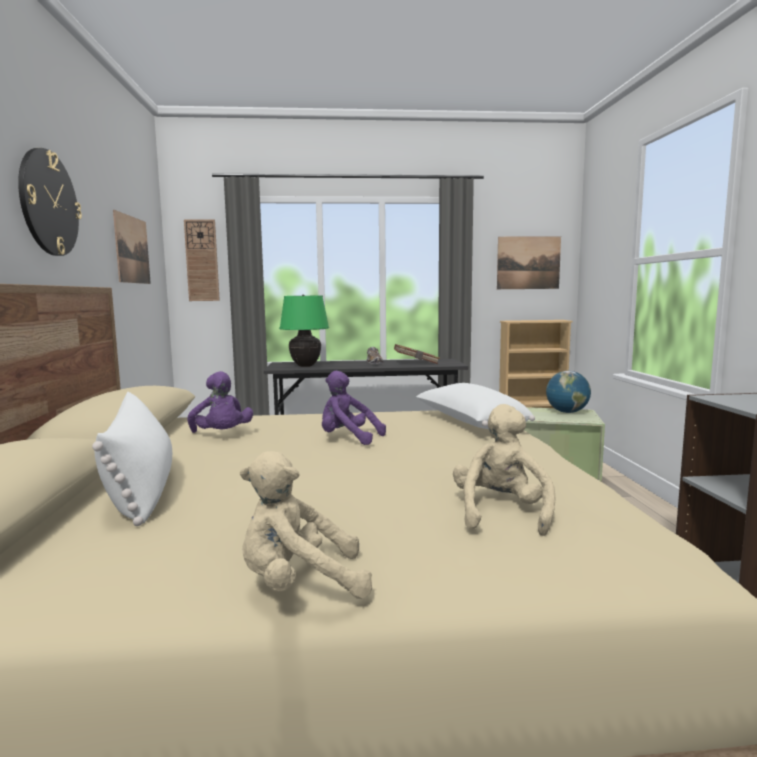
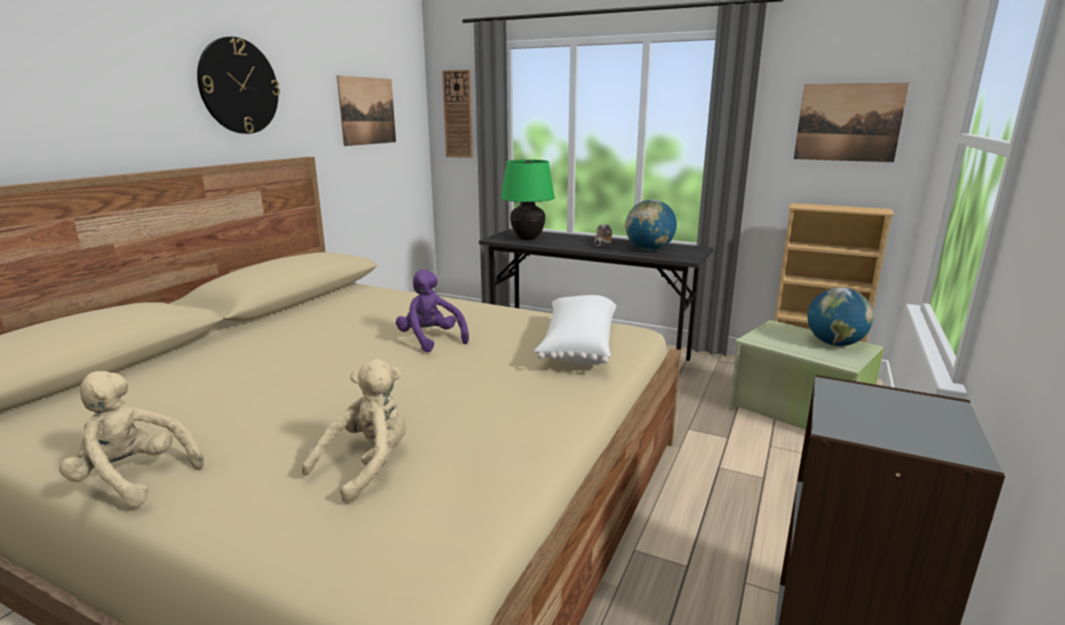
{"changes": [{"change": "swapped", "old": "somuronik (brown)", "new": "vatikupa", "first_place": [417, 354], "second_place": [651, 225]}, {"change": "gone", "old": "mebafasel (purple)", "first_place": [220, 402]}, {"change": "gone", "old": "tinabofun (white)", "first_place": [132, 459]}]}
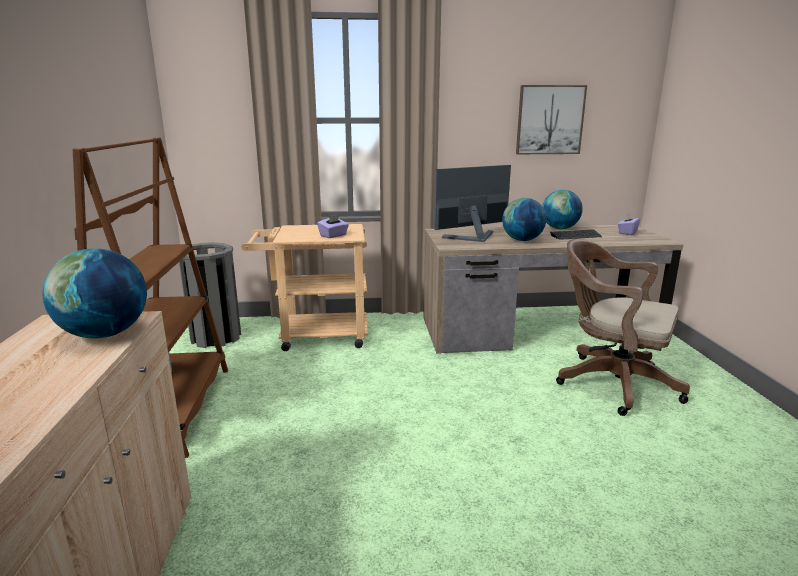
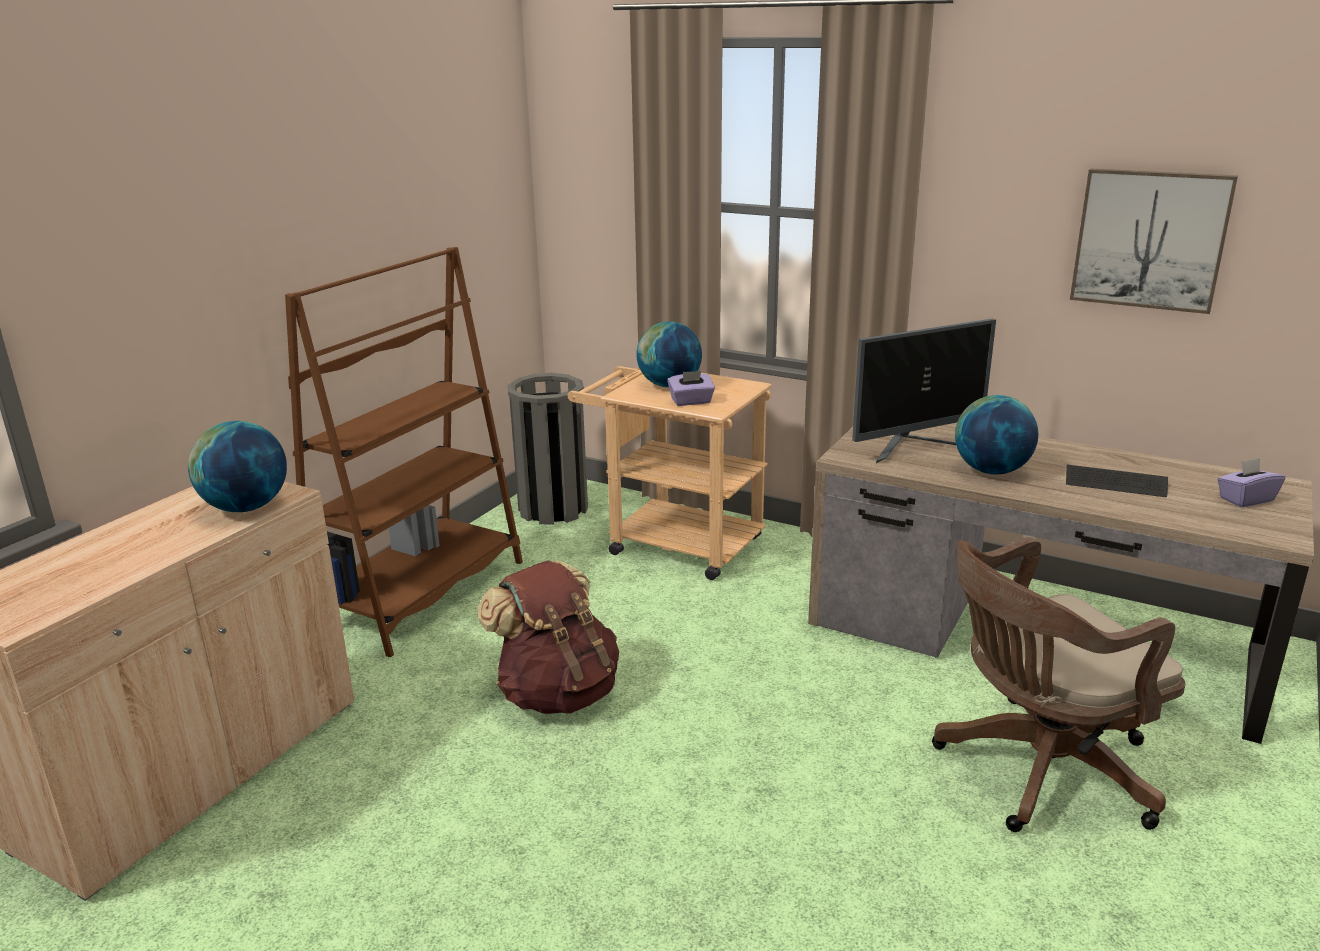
{"changes": [{"change": "rotated", "old": "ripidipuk", "first_place": [472, 203], "second_place": [924, 391], "degrees": 150}, {"change": "shifted", "old": "vatikupa", "first_place": [562, 209], "second_place": [669, 354]}, {"change": "rotated", "old": "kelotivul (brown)", "first_place": [623, 327], "second_place": [1059, 684], "degrees": -90}, {"change": "new", "new": "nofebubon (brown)", "second_place": [548, 637]}]}
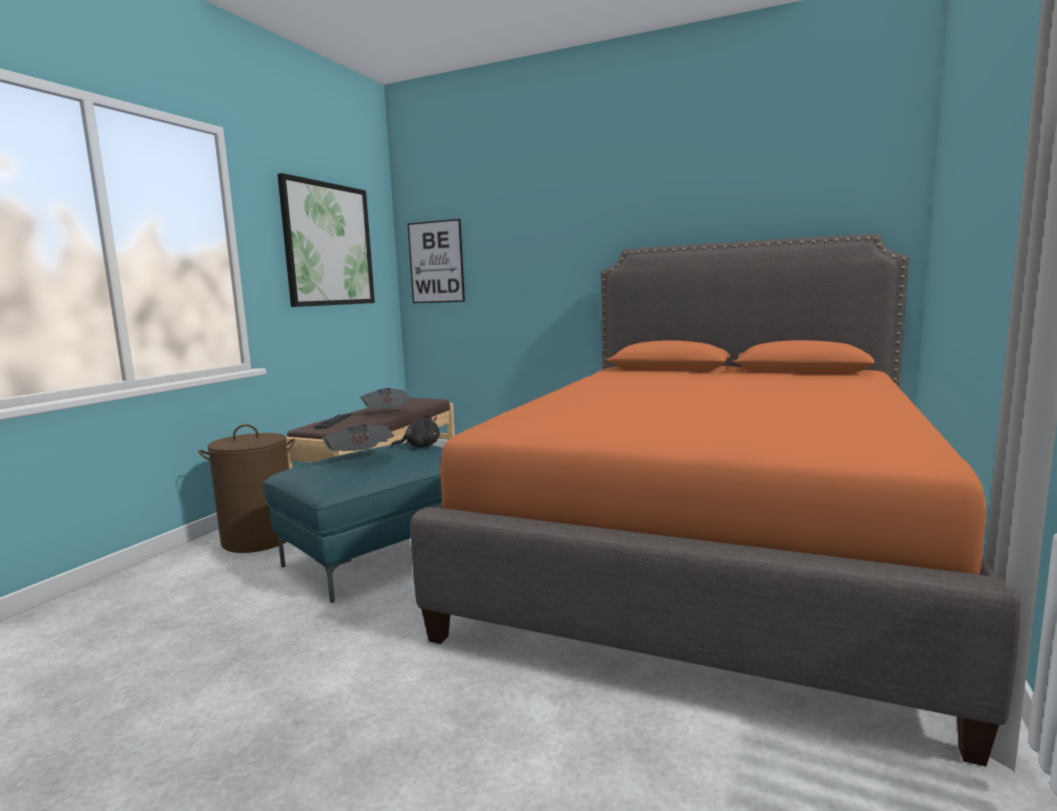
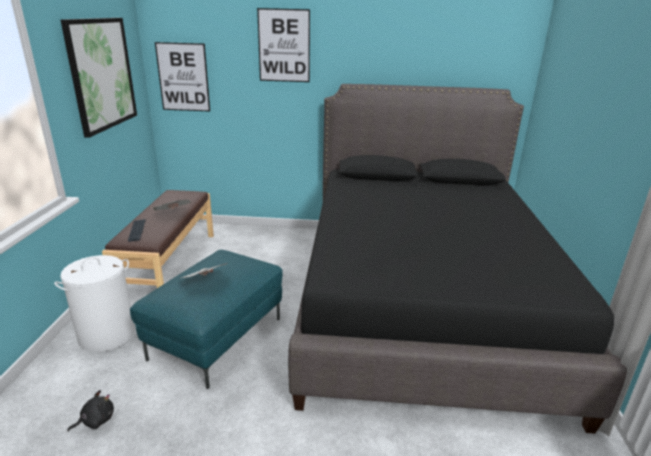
{"changes": [{"change": "repainted", "old": "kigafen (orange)", "new": "kigafen (black)", "first_place": [716, 500], "second_place": [457, 259]}, {"change": "shifted", "old": "mebafasel (black)", "first_place": [415, 431], "second_place": [90, 411]}, {"change": "repainted", "old": "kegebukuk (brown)", "new": "kegebukuk (white)", "first_place": [246, 488], "second_place": [94, 303]}, {"change": "new", "new": "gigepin", "second_place": [283, 45]}]}
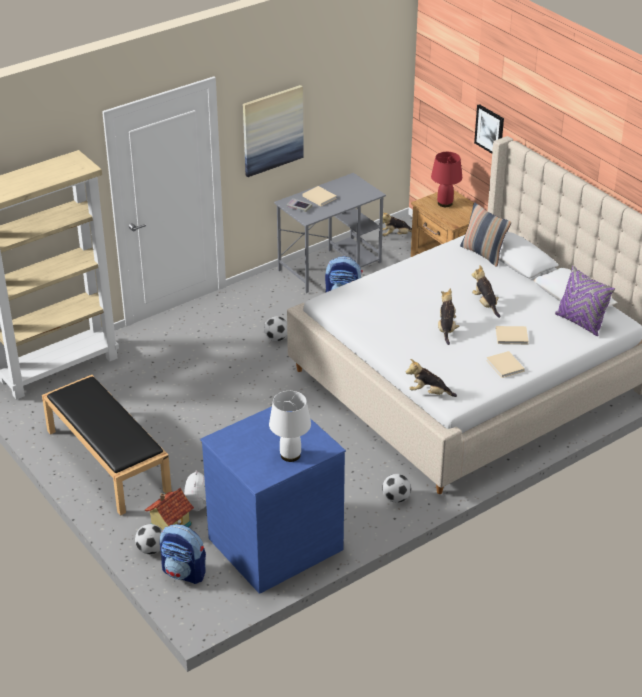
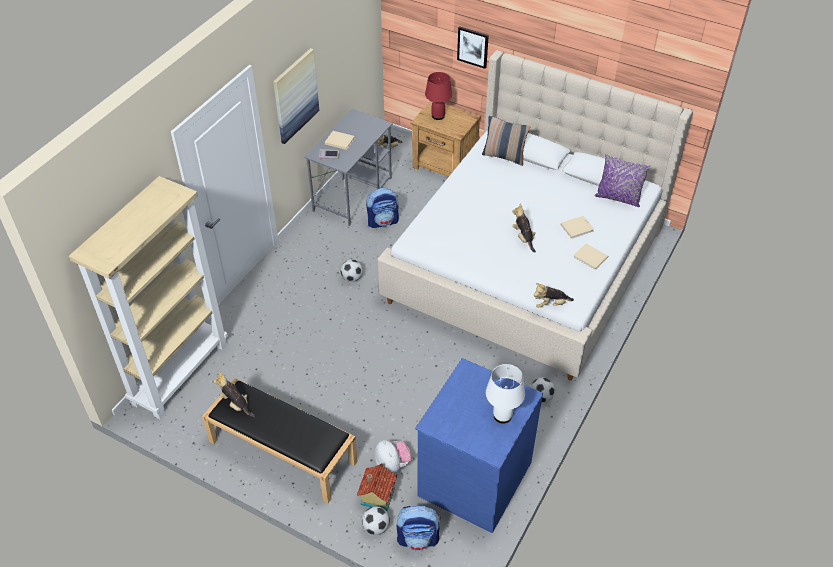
{"changes": [{"change": "shifted", "old": "mebafasel", "first_place": [486, 291], "second_place": [234, 394]}]}
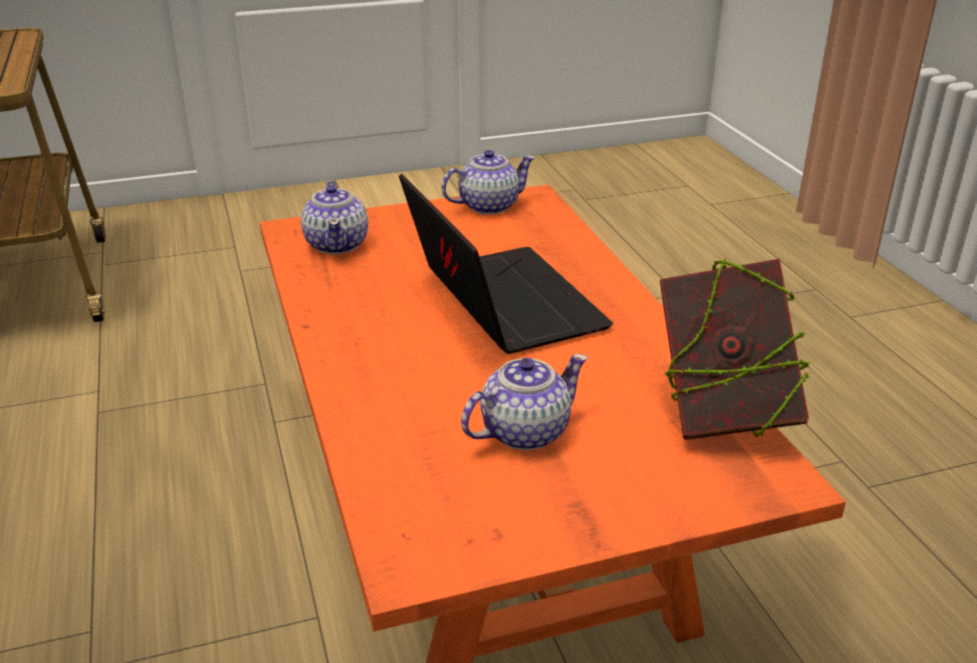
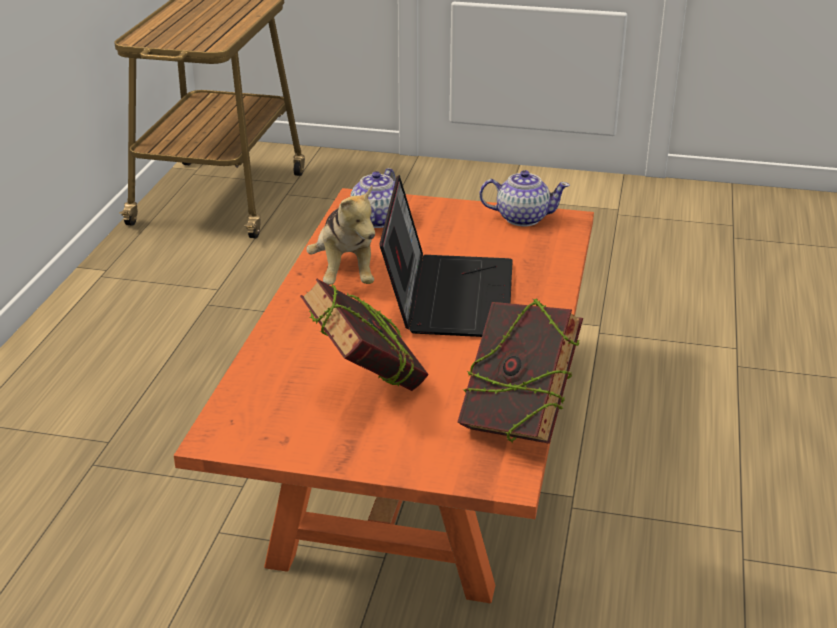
{"changes": [{"change": "swapped", "old": "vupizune", "new": "somuronik", "first_place": [524, 402], "second_place": [364, 335]}, {"change": "new", "new": "mebafasel", "second_place": [340, 235]}]}
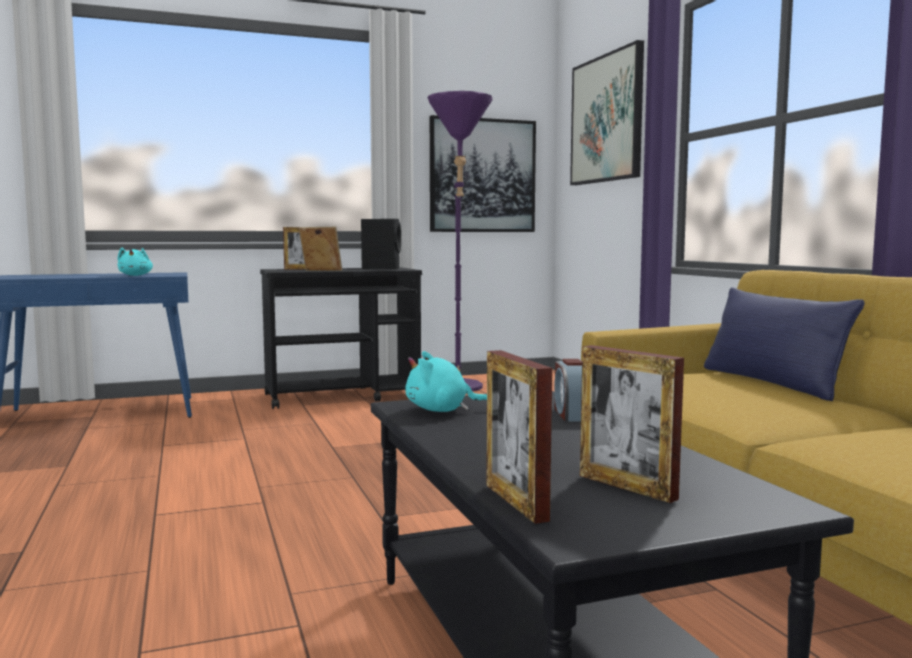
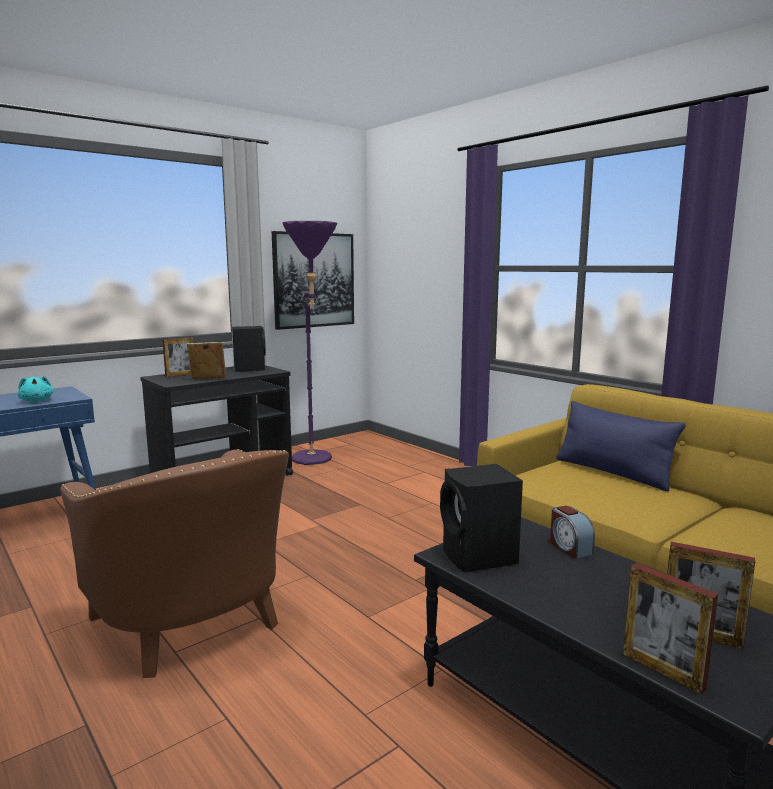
{"changes": [{"change": "gone", "old": "gigepin", "first_place": [607, 112]}, {"change": "swapped", "old": "mebafasel (turquoise)", "new": "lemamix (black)", "first_place": [446, 381], "second_place": [481, 518]}, {"change": "new", "new": "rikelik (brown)", "second_place": [174, 563]}]}
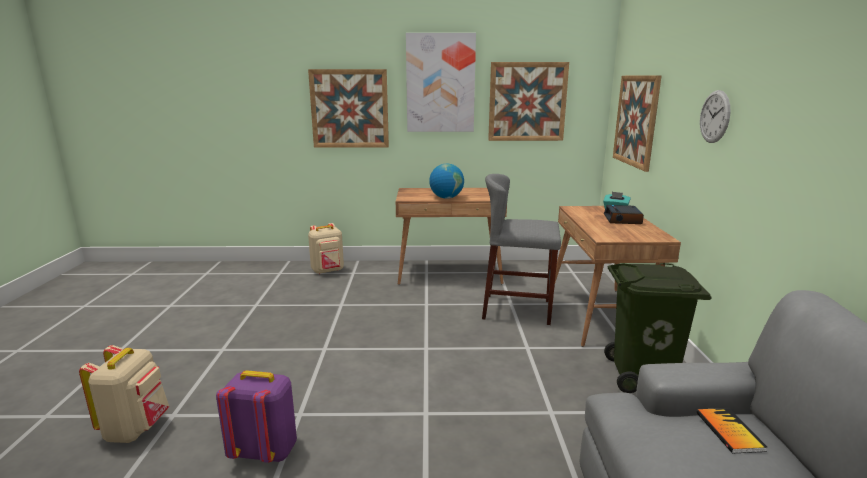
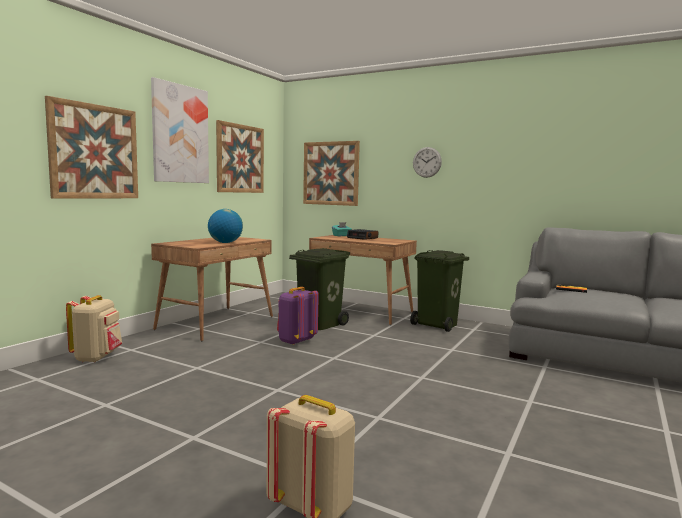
{"changes": [{"change": "swapped", "old": "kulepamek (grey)", "new": "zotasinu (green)", "first_place": [521, 249], "second_place": [319, 289]}, {"change": "shifted", "old": "nofebubon (purple)", "first_place": [256, 416], "second_place": [298, 316]}]}
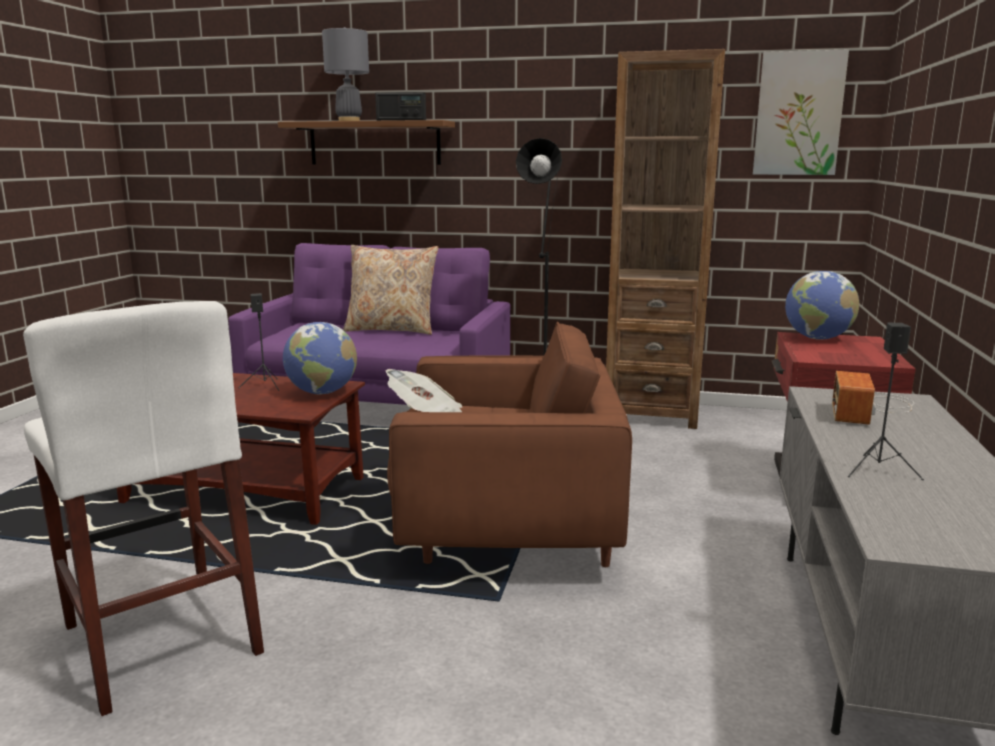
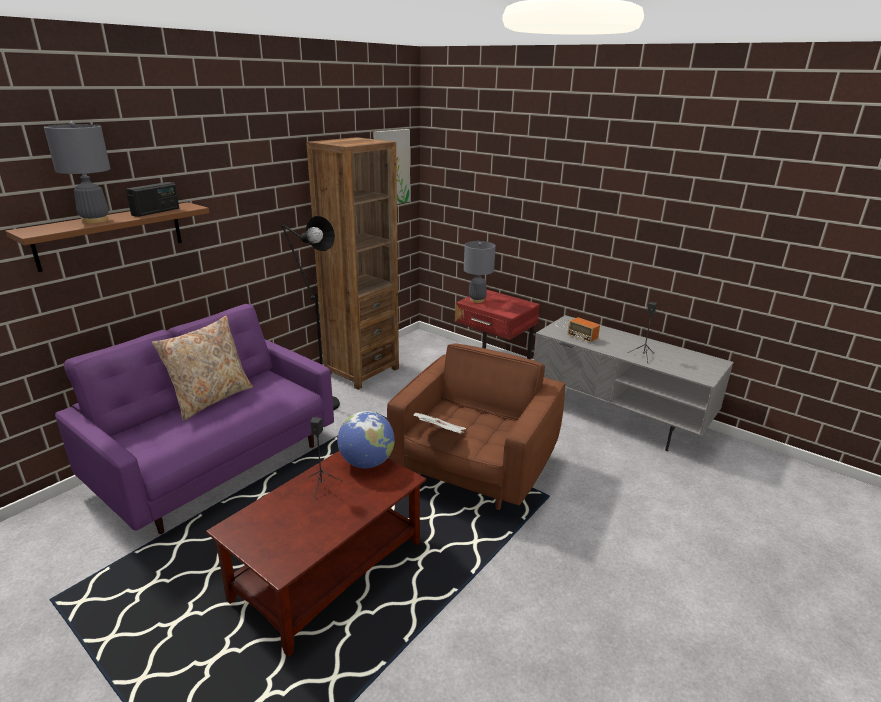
{"changes": [{"change": "swapped", "old": "vatikupa", "new": "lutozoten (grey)", "first_place": [822, 305], "second_place": [480, 272]}, {"change": "gone", "old": "kulepamek (white)", "first_place": [143, 508]}]}
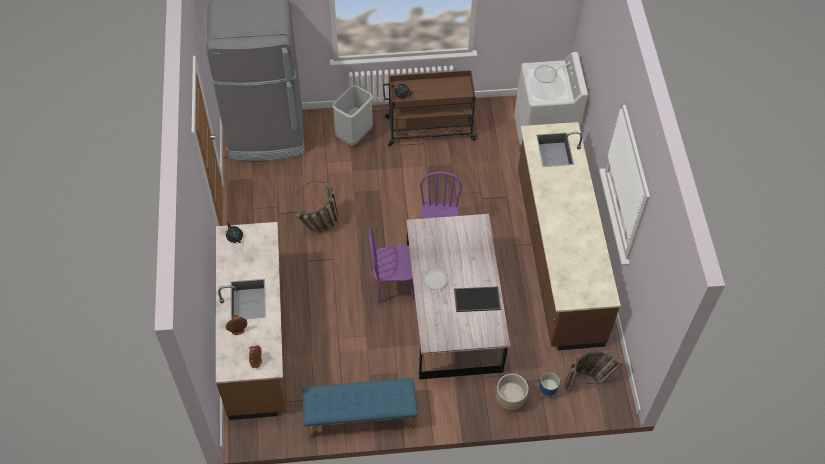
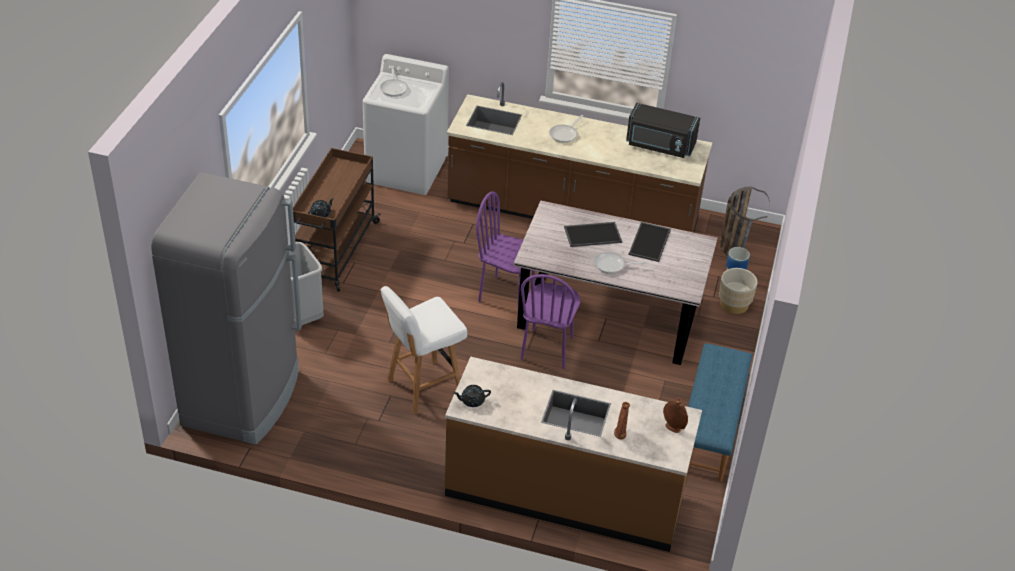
{"changes": [{"change": "swapped", "old": "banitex", "new": "kulepamek (white)", "first_place": [315, 206], "second_place": [423, 350]}, {"change": "new", "new": "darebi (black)", "second_place": [663, 130]}, {"change": "new", "new": "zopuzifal", "second_place": [566, 129]}, {"change": "new", "new": "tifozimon", "second_place": [593, 234]}]}
